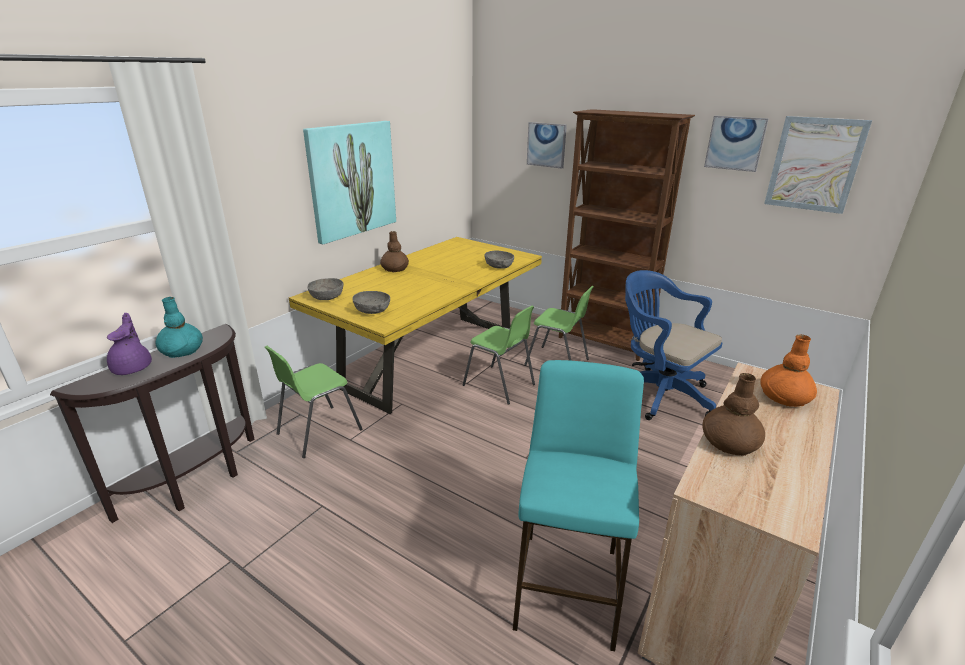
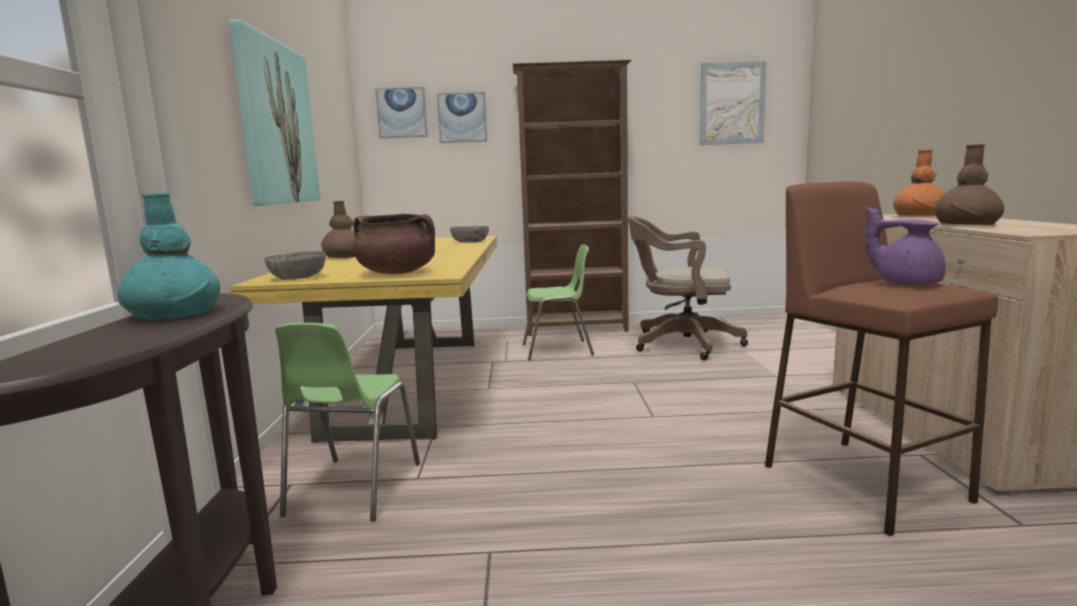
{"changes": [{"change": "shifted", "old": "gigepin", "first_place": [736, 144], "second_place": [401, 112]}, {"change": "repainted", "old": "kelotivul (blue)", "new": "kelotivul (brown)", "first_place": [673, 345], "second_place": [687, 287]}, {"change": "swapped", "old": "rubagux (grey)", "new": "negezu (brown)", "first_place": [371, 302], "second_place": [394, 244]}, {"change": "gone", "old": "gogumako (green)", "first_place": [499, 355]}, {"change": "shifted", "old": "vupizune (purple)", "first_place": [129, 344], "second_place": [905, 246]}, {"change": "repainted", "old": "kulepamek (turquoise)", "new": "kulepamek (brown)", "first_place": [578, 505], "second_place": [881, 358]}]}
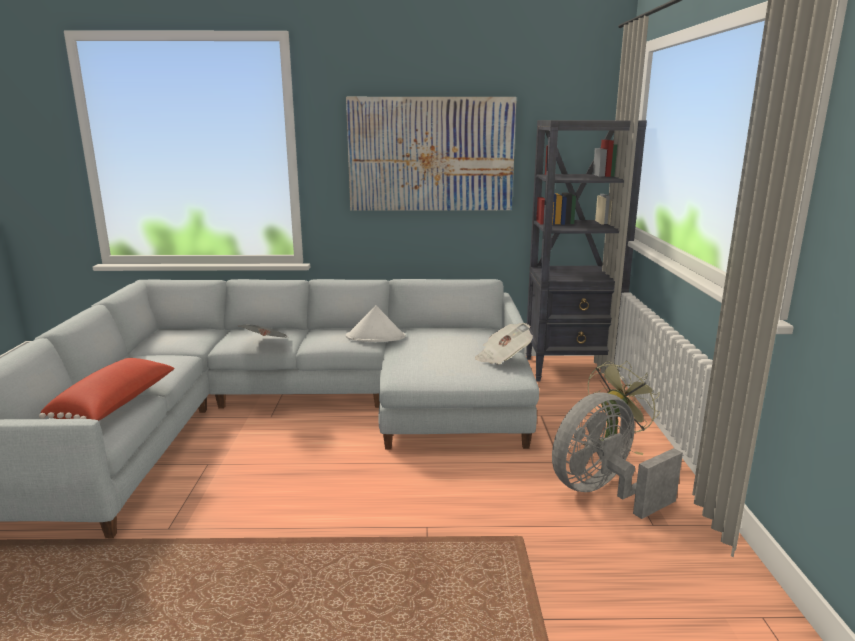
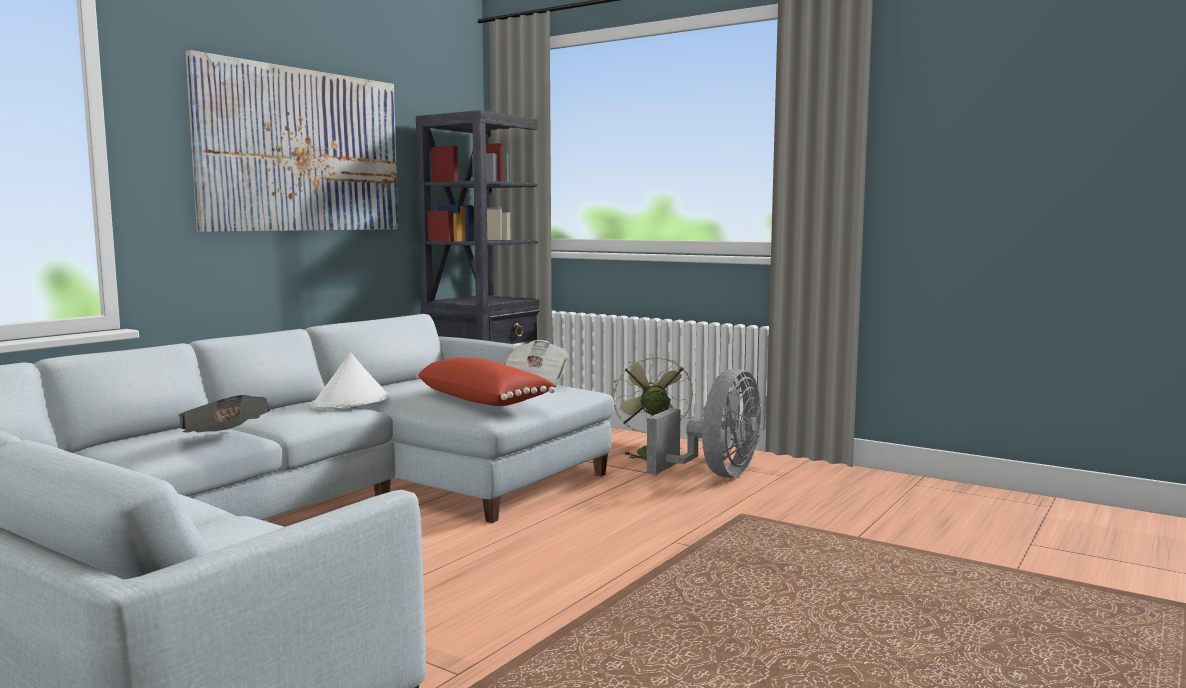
{"changes": [{"change": "shifted", "old": "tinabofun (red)", "first_place": [107, 389], "second_place": [486, 381]}, {"change": "rotated", "old": "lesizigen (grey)", "first_place": [617, 456], "second_place": [704, 423], "degrees": -150}]}
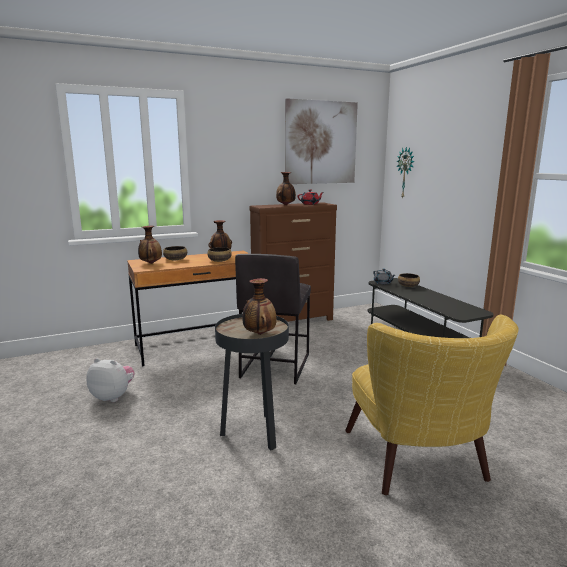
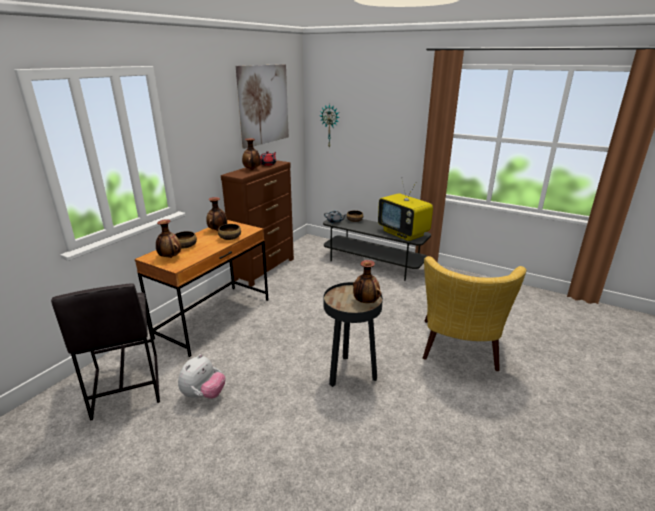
{"changes": [{"change": "shifted", "old": "kulepamek (grey)", "first_place": [273, 319], "second_place": [105, 352]}, {"change": "rotated", "old": "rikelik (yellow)", "first_place": [432, 405], "second_place": [475, 313], "degrees": 60}, {"change": "rotated", "old": "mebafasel", "first_place": [110, 380], "second_place": [202, 376], "degrees": 135}, {"change": "new", "new": "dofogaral", "second_place": [405, 209]}]}
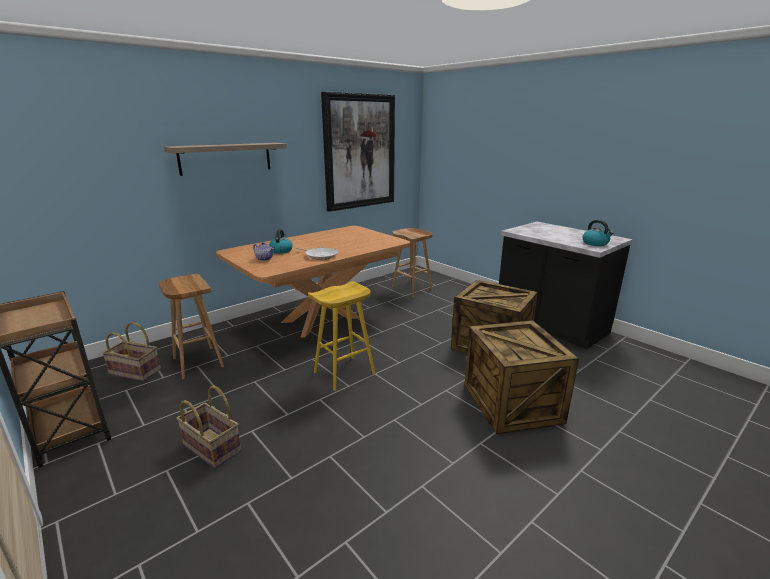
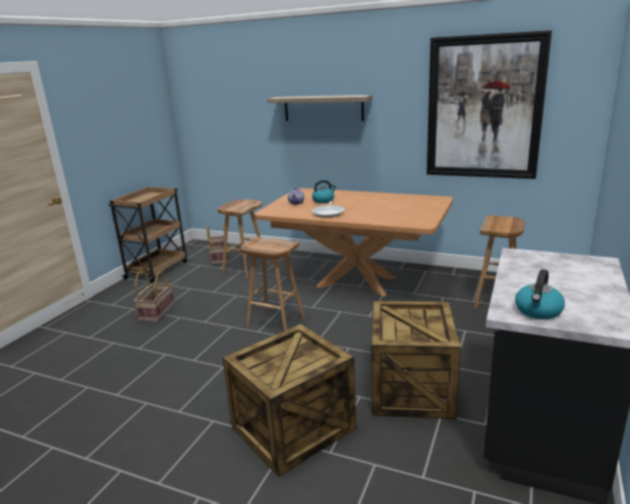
{"changes": [{"change": "repainted", "old": "kulepamek (yellow)", "new": "kulepamek (brown)", "first_place": [341, 336], "second_place": [273, 284]}]}
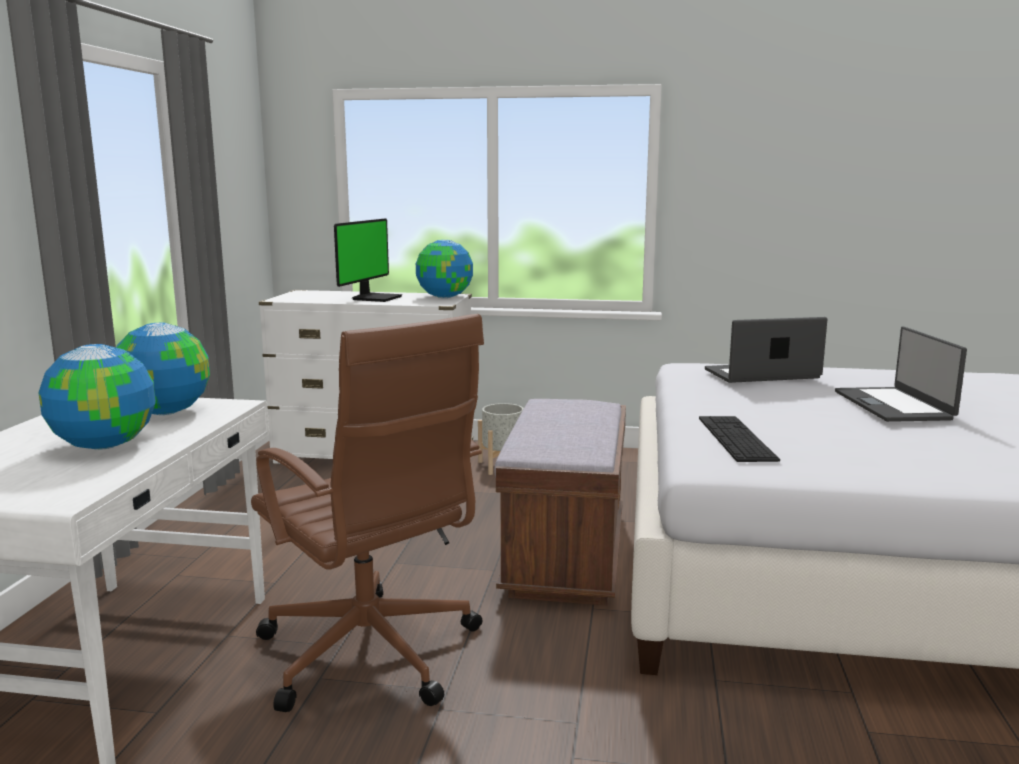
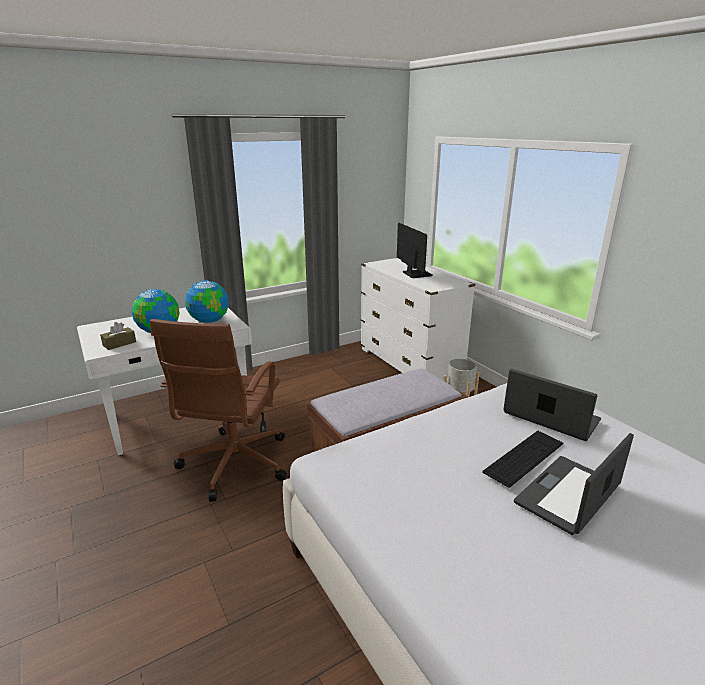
{"changes": [{"change": "rotated", "old": "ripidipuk", "first_place": [368, 260], "second_place": [414, 250], "degrees": -90}, {"change": "gone", "old": "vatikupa", "first_place": [444, 269]}, {"change": "shifted", "old": "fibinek", "first_place": [739, 439], "second_place": [523, 459]}, {"change": "new", "new": "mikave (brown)", "second_place": [118, 336]}]}
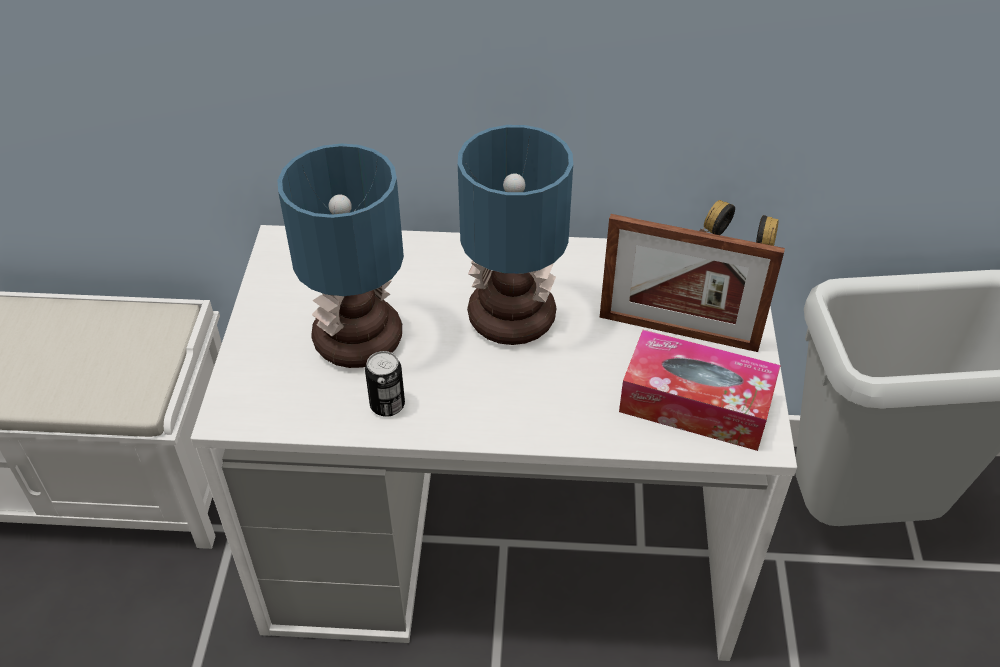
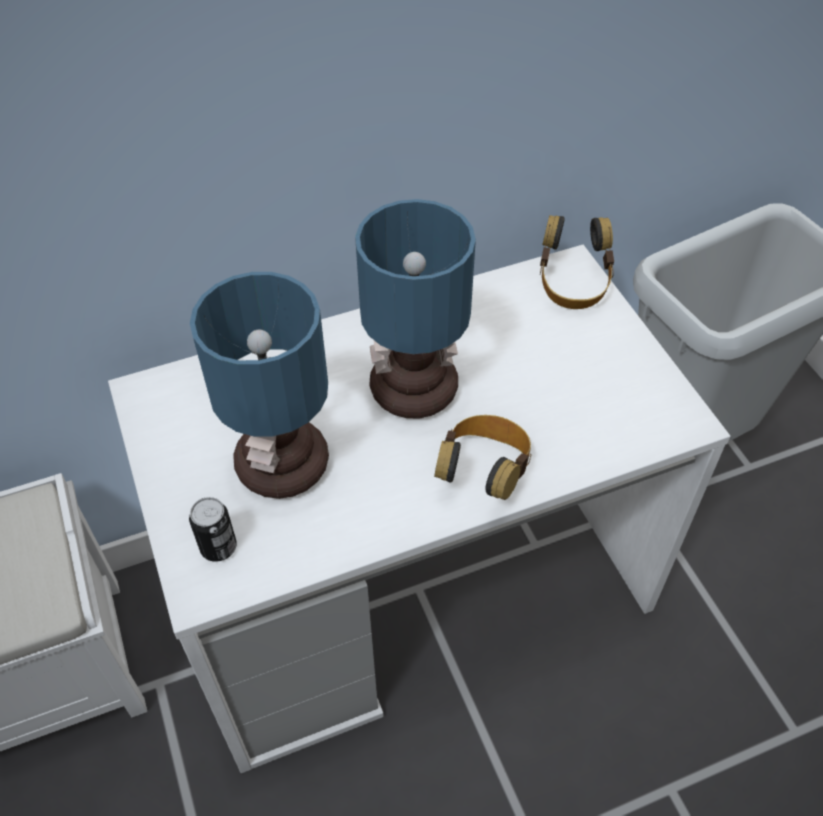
{"changes": [{"change": "gone", "old": "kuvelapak", "first_place": [692, 283]}, {"change": "gone", "old": "mikave", "first_place": [700, 390]}, {"change": "shifted", "old": "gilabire", "first_place": [385, 384], "second_place": [213, 529]}, {"change": "new", "new": "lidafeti", "second_place": [482, 457]}]}
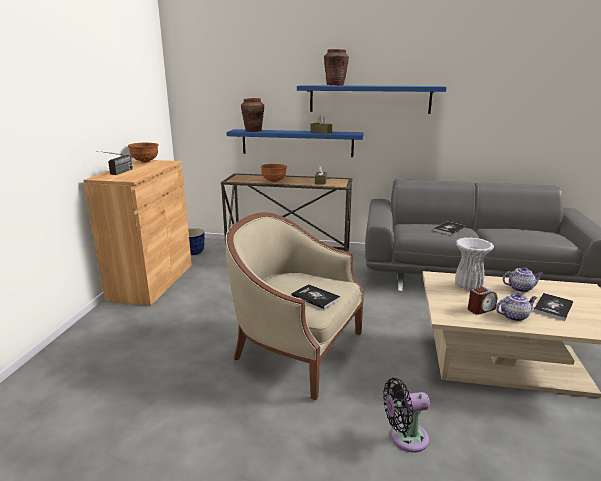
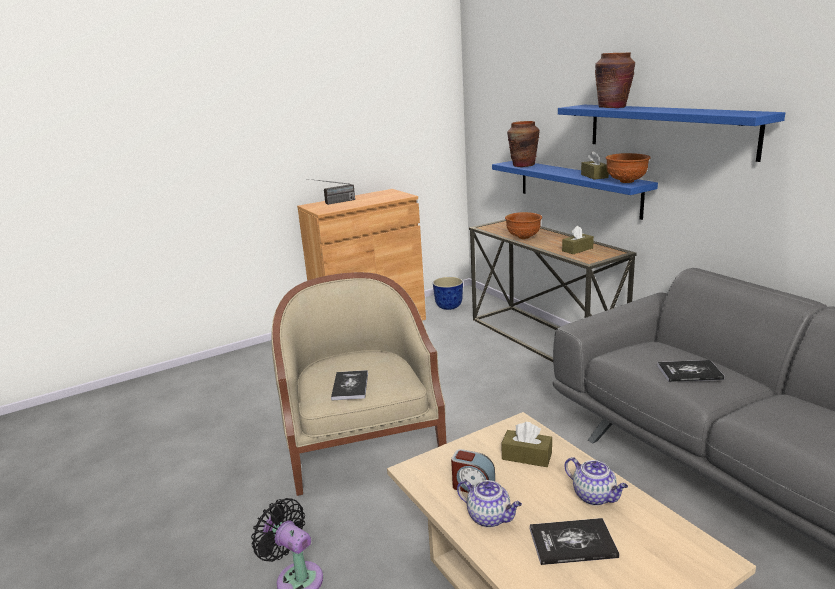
{"changes": [{"change": "shifted", "old": "rubagux (brown)", "first_place": [143, 153], "second_place": [628, 168]}, {"change": "swapped", "old": "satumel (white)", "new": "mikave (brown)", "first_place": [474, 263], "second_place": [526, 444]}]}
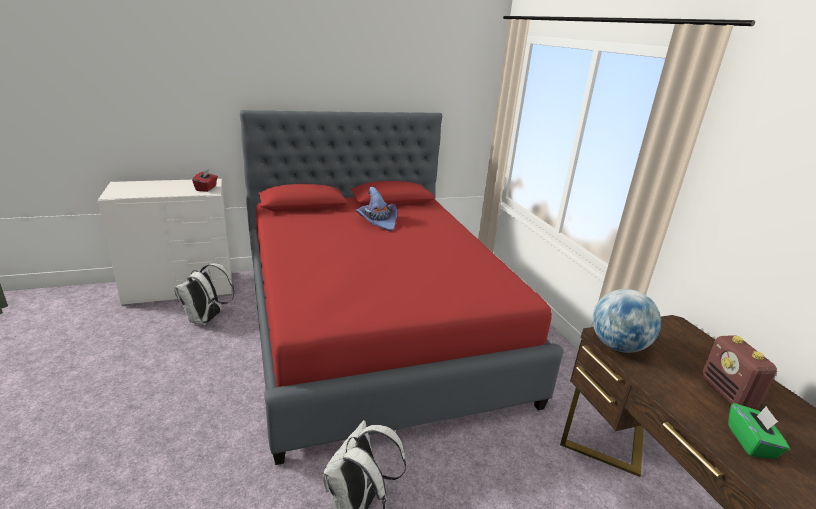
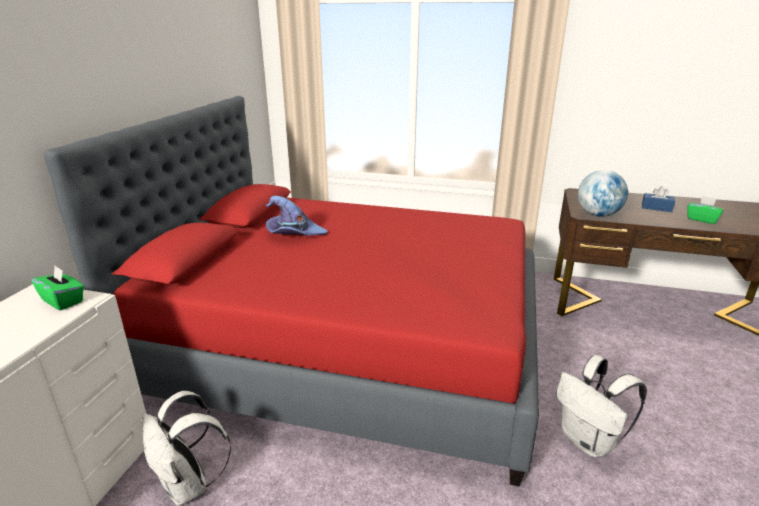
{"changes": [{"change": "repainted", "old": "mikave (red)", "new": "mikave (green)", "first_place": [205, 180], "second_place": [57, 288]}, {"change": "swapped", "old": "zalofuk", "new": "mikave (blue)", "first_place": [740, 372], "second_place": [658, 199]}]}
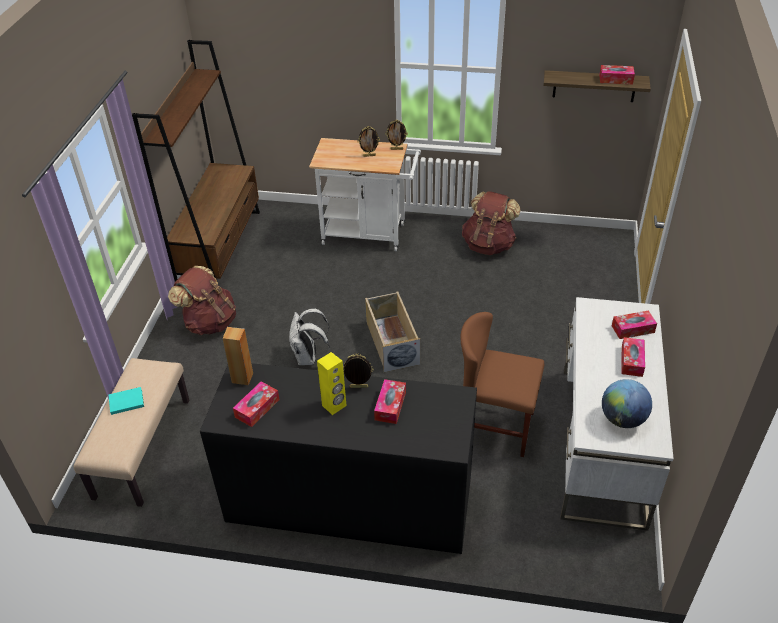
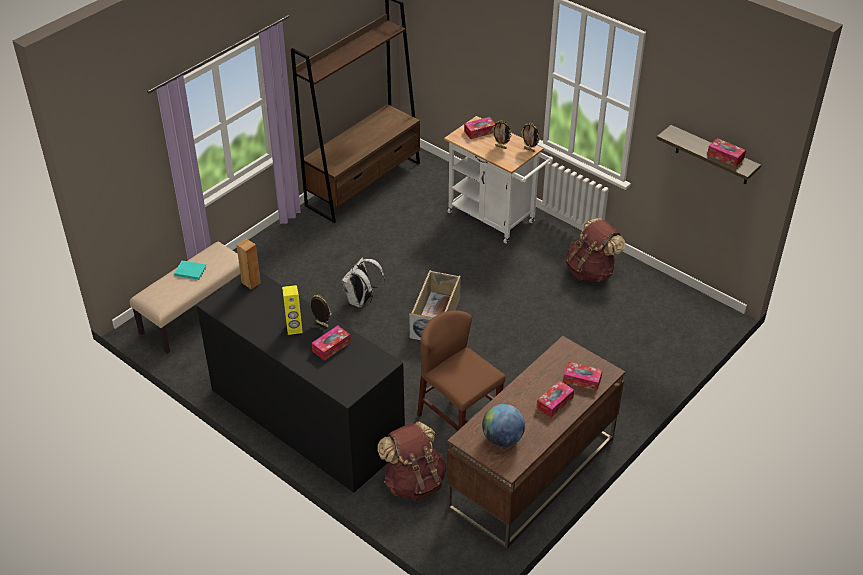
{"changes": [{"change": "shifted", "old": "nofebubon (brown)", "first_place": [202, 300], "second_place": [412, 461]}, {"change": "repainted", "old": "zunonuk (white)", "new": "zunonuk (brown)", "first_place": [617, 414], "second_place": [536, 442]}, {"change": "shifted", "old": "mikave", "first_place": [256, 404], "second_place": [479, 128]}]}
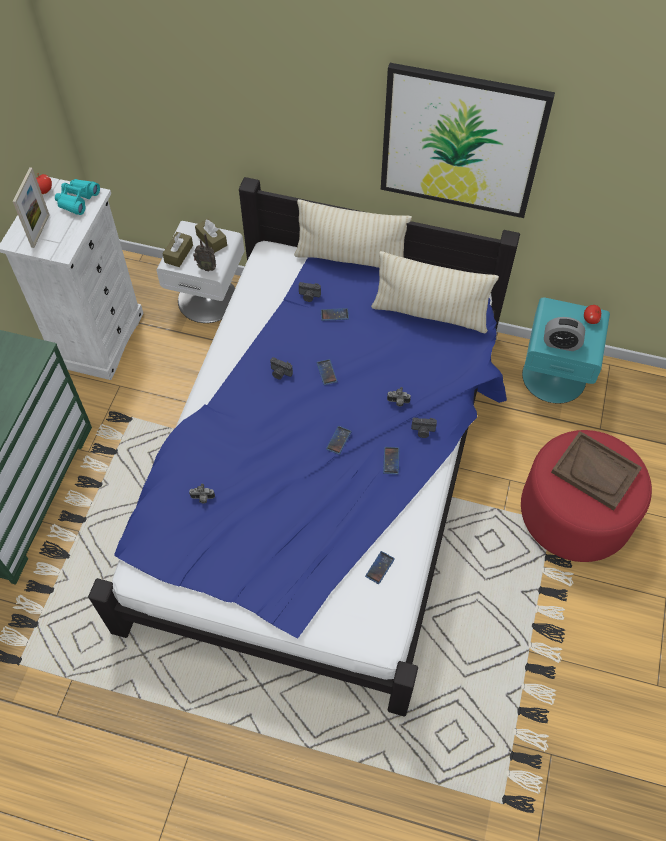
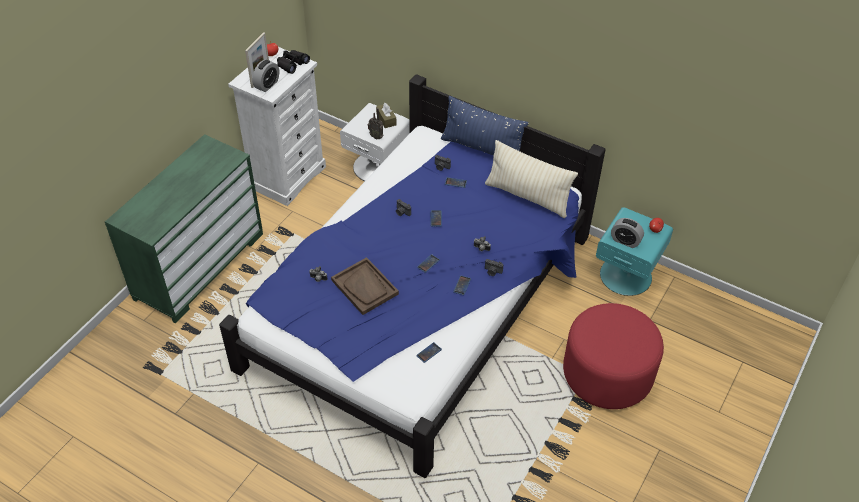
{"changes": [{"change": "gone", "old": "gigepin", "first_place": [468, 140]}, {"change": "repainted", "old": "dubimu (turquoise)", "new": "dubimu (black)", "first_place": [77, 197], "second_place": [293, 62]}, {"change": "repainted", "old": "tinabofun (beige)", "new": "tinabofun (blue)", "first_place": [353, 233], "second_place": [485, 125]}, {"change": "gone", "old": "mikave (brown)", "first_place": [177, 249]}, {"change": "shifted", "old": "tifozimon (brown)", "first_place": [596, 470], "second_place": [365, 286]}, {"change": "new", "new": "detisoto", "second_place": [265, 76]}]}
